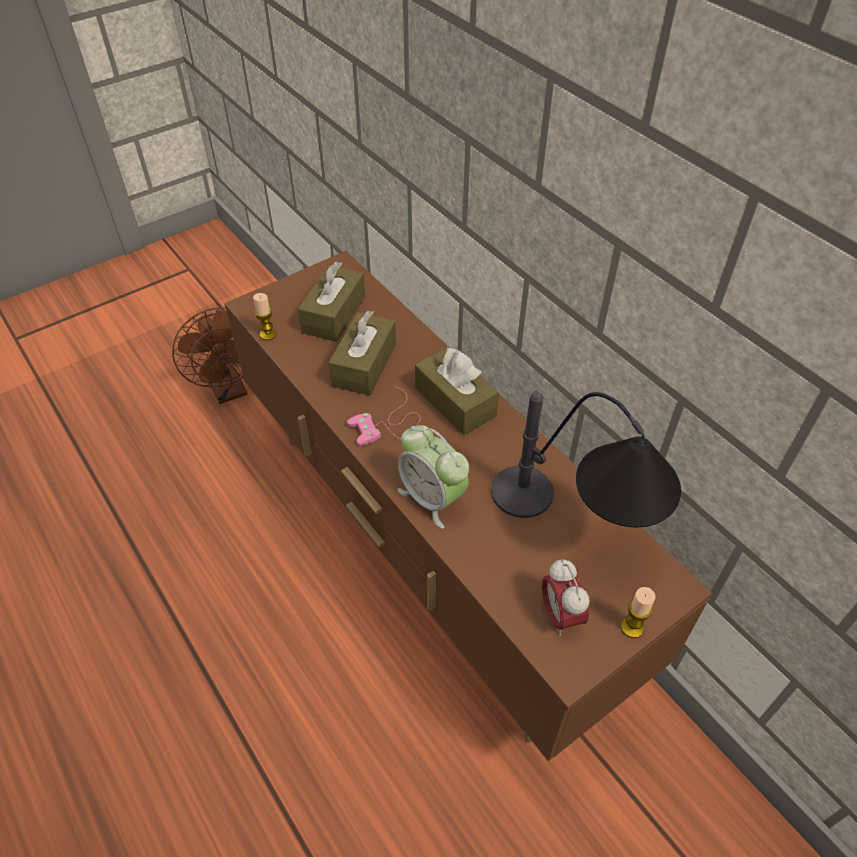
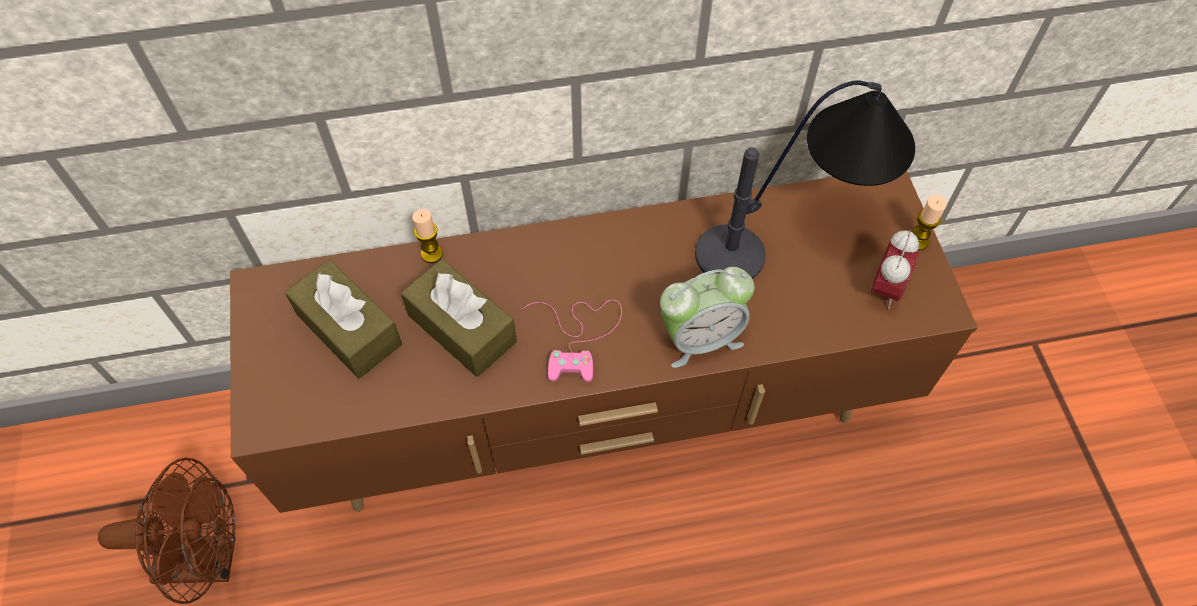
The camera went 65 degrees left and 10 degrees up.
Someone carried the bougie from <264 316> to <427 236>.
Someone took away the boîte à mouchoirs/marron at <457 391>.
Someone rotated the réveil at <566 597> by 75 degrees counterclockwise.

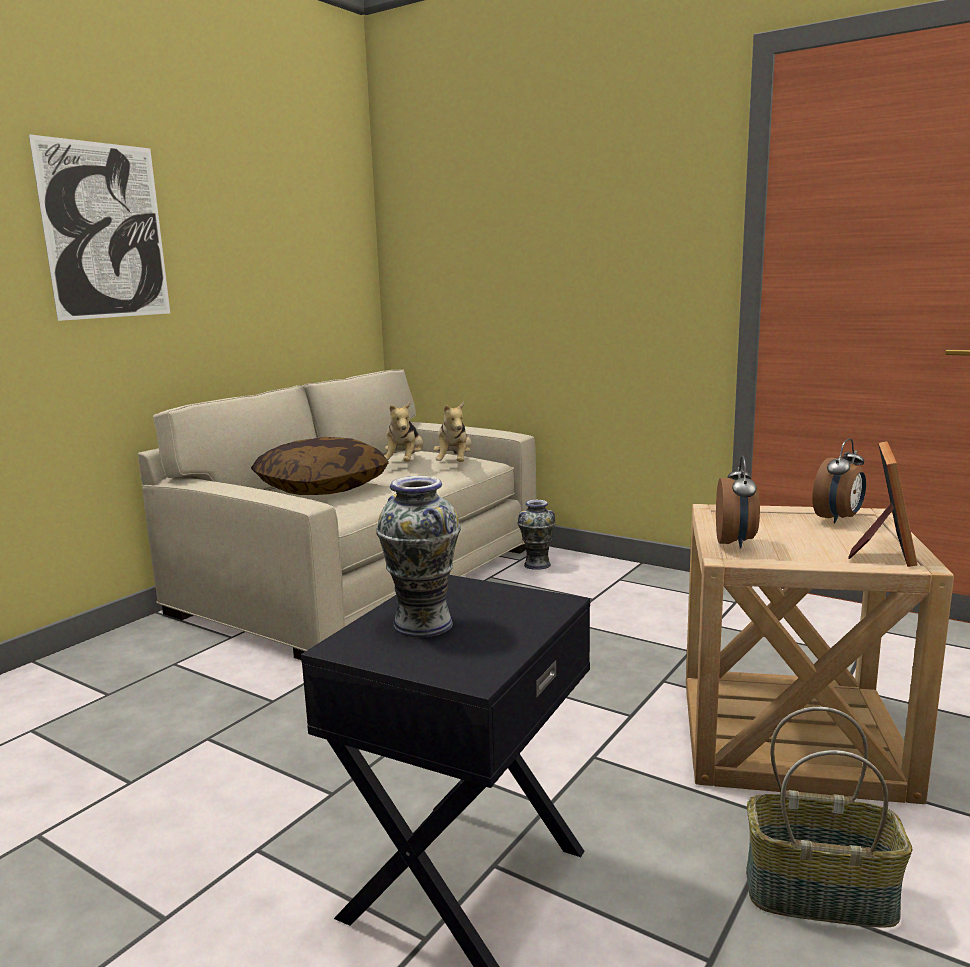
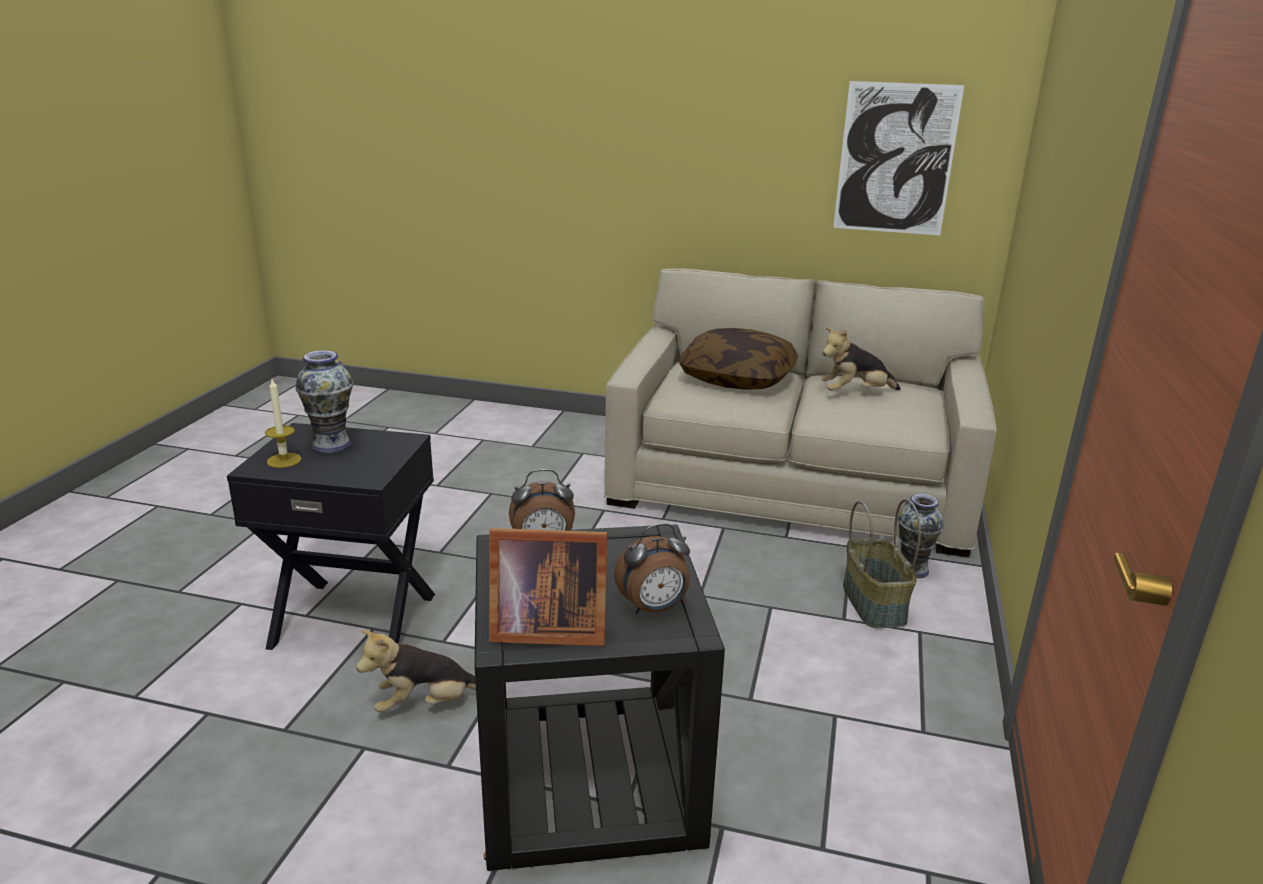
The camera went 70 degrees right and 10 degrees up.
Someone carried the tableau from <99 227> to <898 158>.
Someone carried the peluche from <452 431> to <416 671>.
Someone repainted the table d'appoint/beige at <820 654>, which became the table d'appoint/noir at <600 698>.
Someone carried the panier from <829 817> to <882 563>.
Someone rotated the réveil at <839 481> by 45 degrees counterclockwise.
Someone put down the bougie at <283 423>.

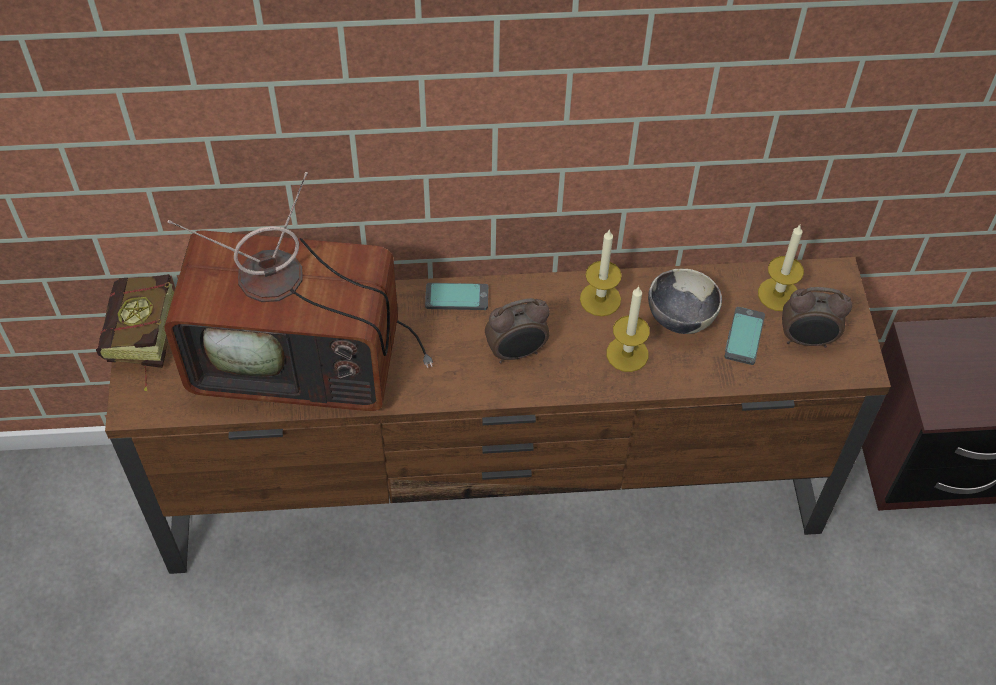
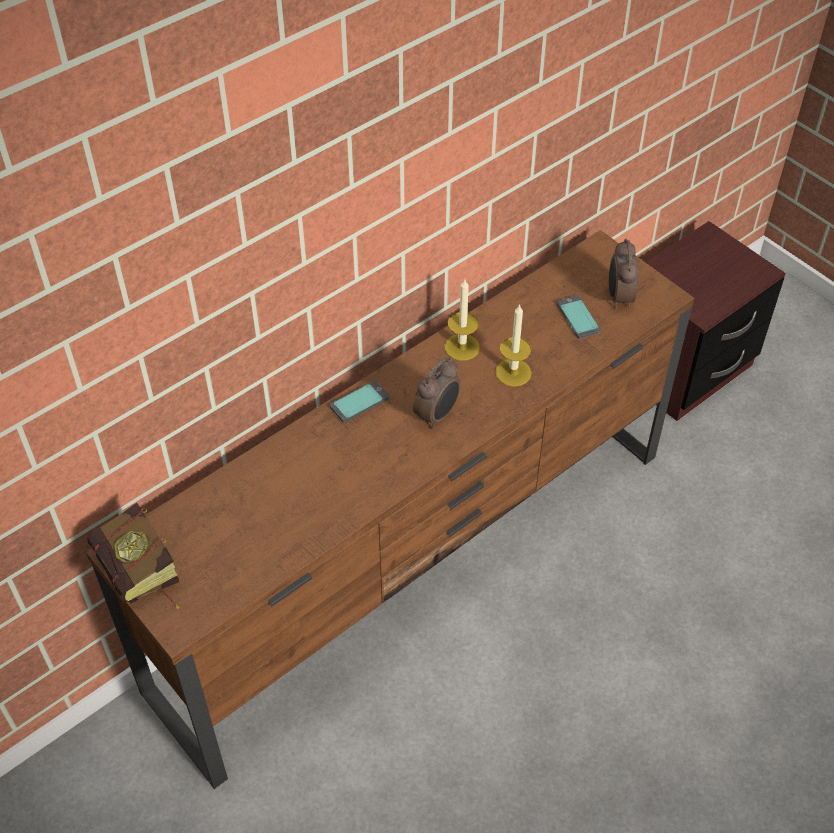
The camera went 35 degrees left and 5 degrees down.
Someone took away the téléviseur at <299 291>.
Someone took away the bol at <685 301>.
Someone took away the bougie at <781 268>.
Someone rotated the réveil at <817 317> by 120 degrees clockwise.

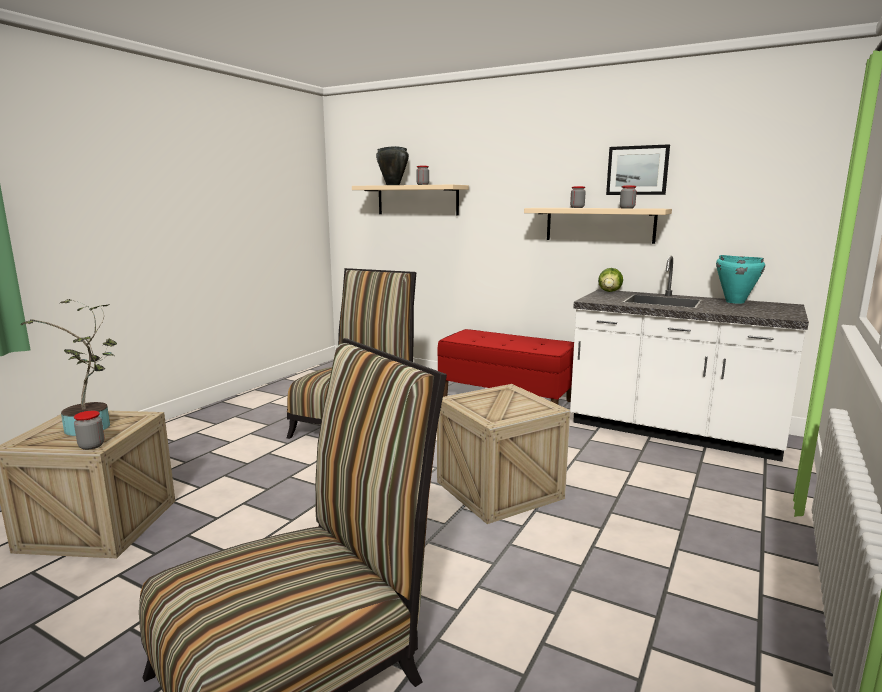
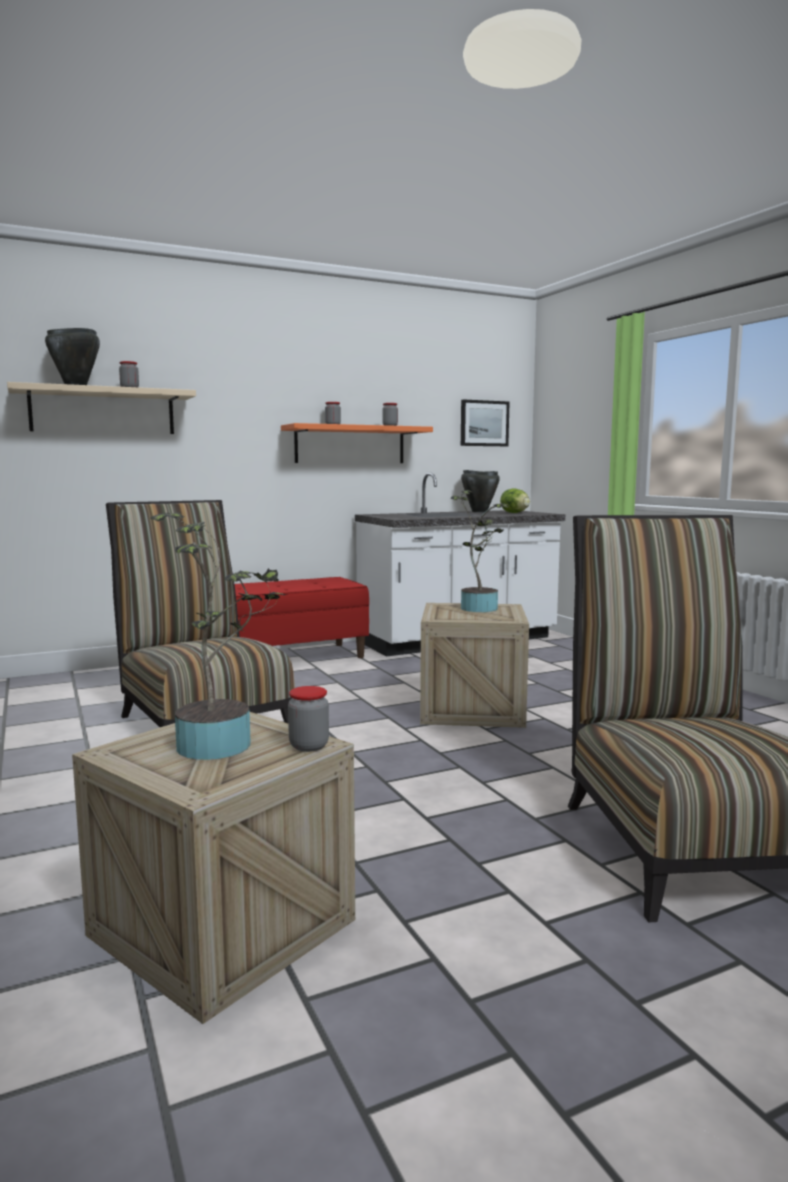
The camera went 55 degrees left and 5 degrees down.
Someone repainted the étagère/beige at <598 226>, which became the étagère/orange at <357 443>.
Someone carried the laitue from <610 280> to <515 500>.
Someone carried the tableau from <638 169> to <485 422>.
Someone repainted the marmite/turquoise at <740 279>, which became the marmite/noir at <480 491>.
Someone put down the plante en pot at <479 551>.

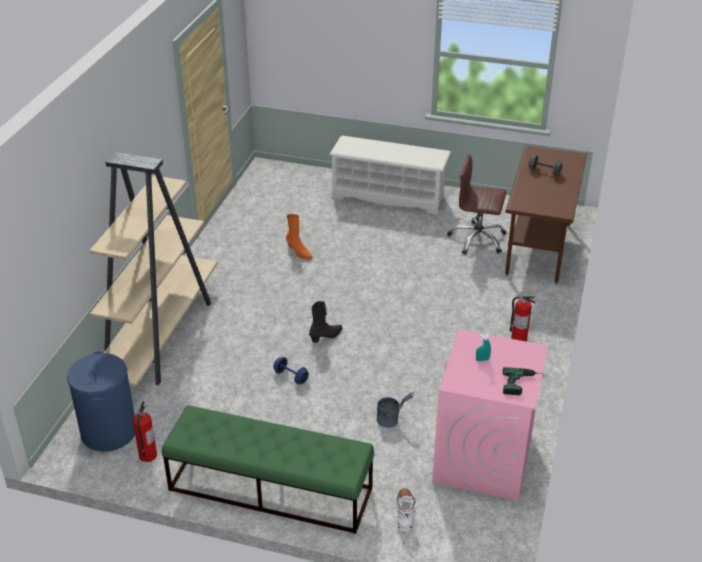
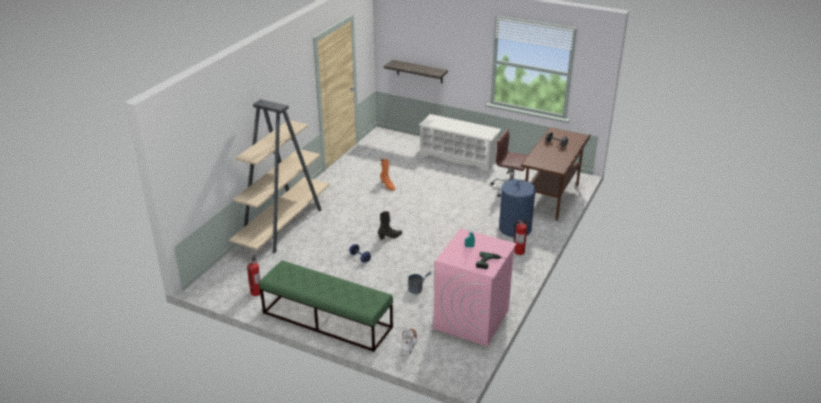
The camera went 10 degrees right and 5 degrees down.
Someone carried the panier à linge/bleu from <101 401> to <517 208>.
Someone put up the étagère at <416 72>.

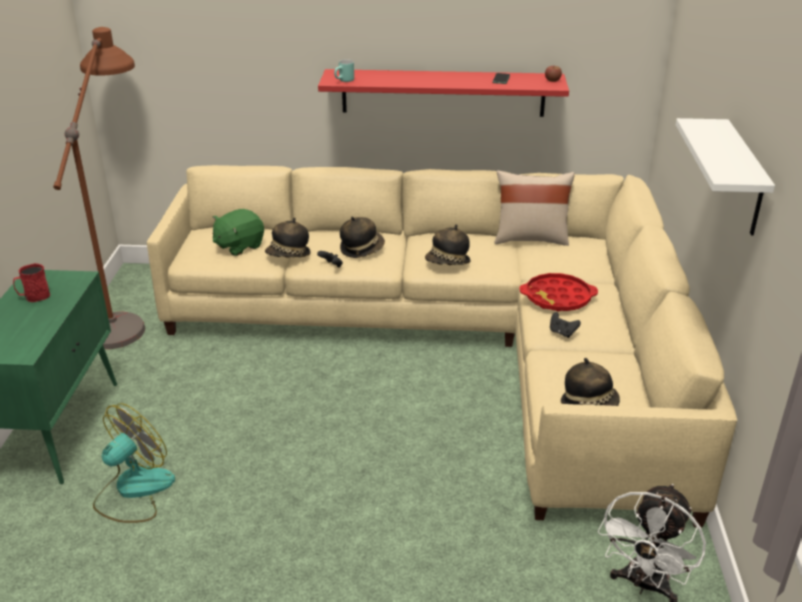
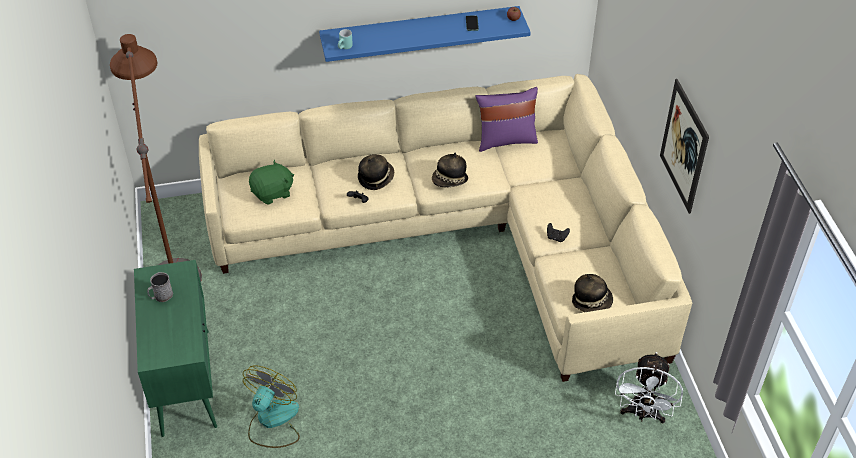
The camera went 15 degrees left and 15 degrees up.
Someone repainted the mug/rouge at <31 282>, which became the mug/gris at <160 287>.
Someone rotated the peluche/vert at <238 232> by 150 degrees counterclockwise.
Someone took away the chapeau at <288 237>.
Someone repainted the étagère/rouge at <443 93>, which became the étagère/bleu at <425 34>.
Someone repainted the coussin/beige at <534 208>, which became the coussin/violet at <506 119>.
Someone took away the plateau/rouge at <558 292>.
Someone swapped the étagère/blanc at <725 176> for the tableau at <684 146>.

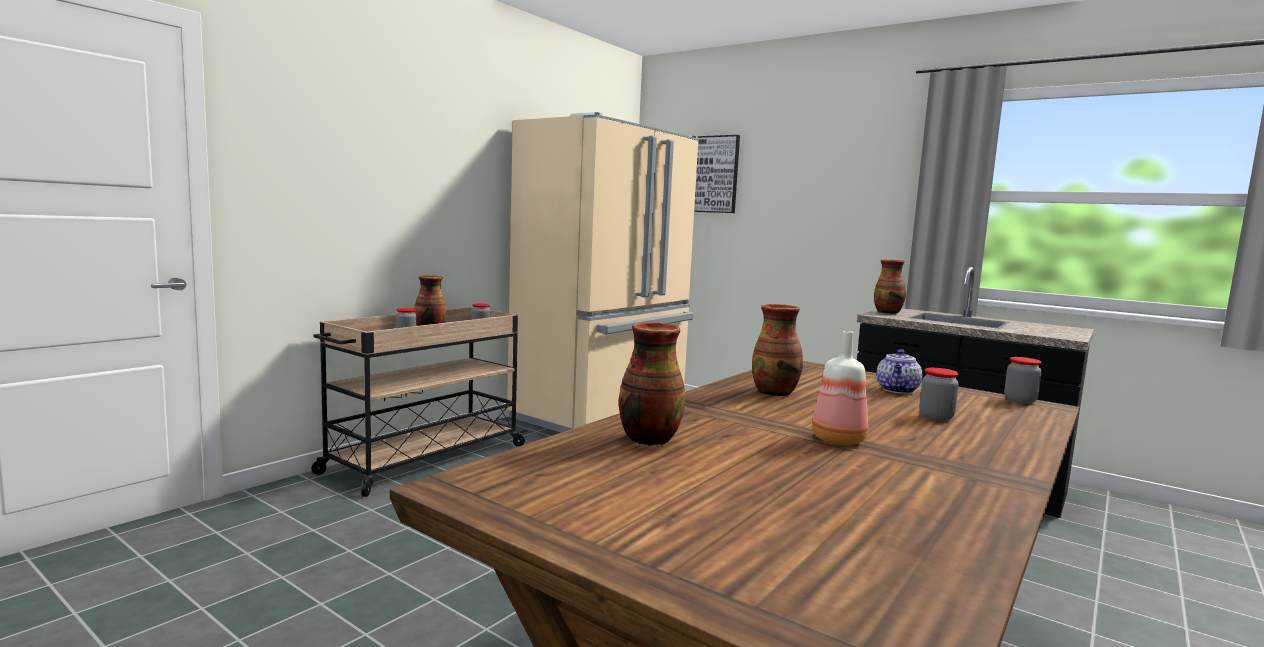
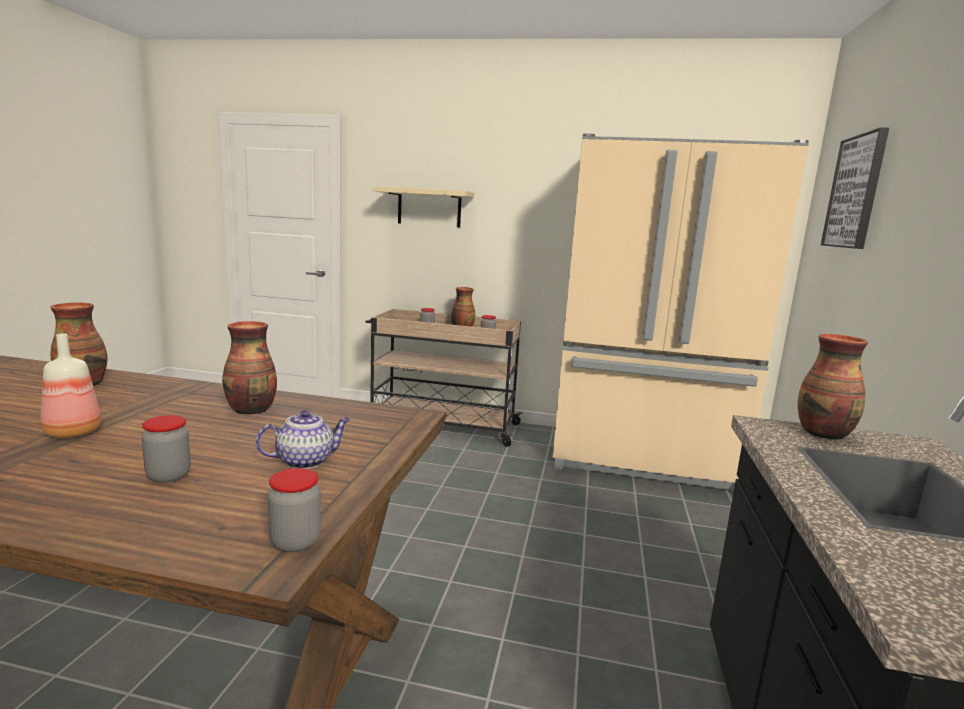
The camera went 65 degrees right and 5 degrees up.
Someone rotated the théière at <899 371> by 150 degrees clockwise.
Someone put up the étagère/beige at <423 206>.

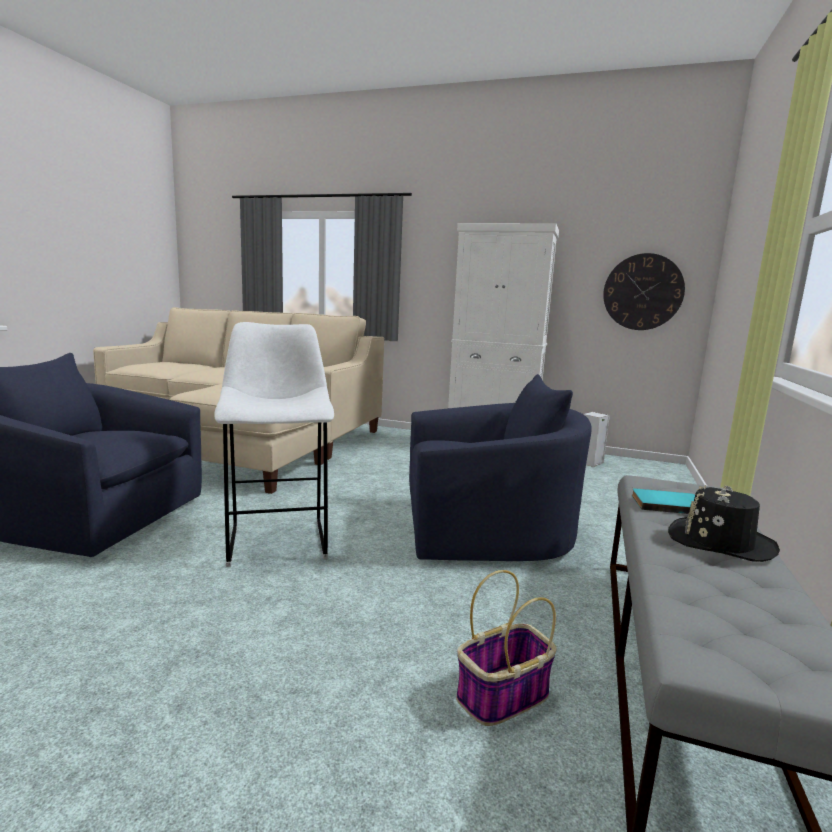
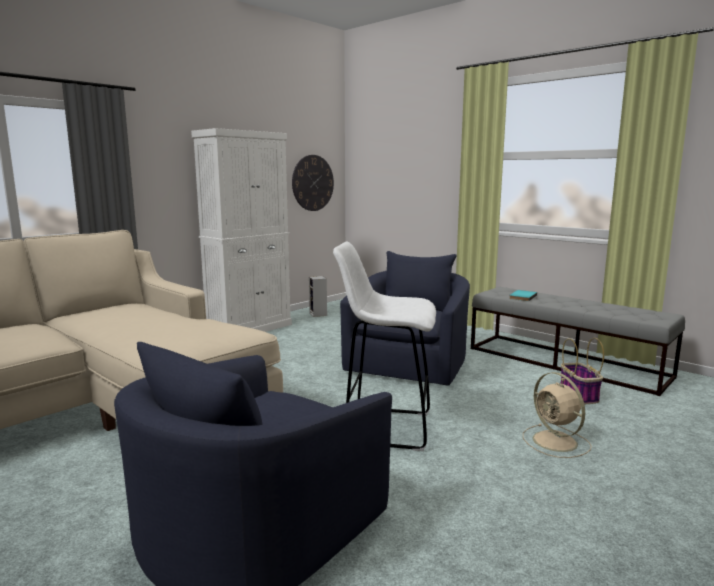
The camera went 65 degrees left and 0 degrees up.
Someone took away the chapeau/noir at <724 523>.
Someone put down the ventilateur/beige at <557 415>.

